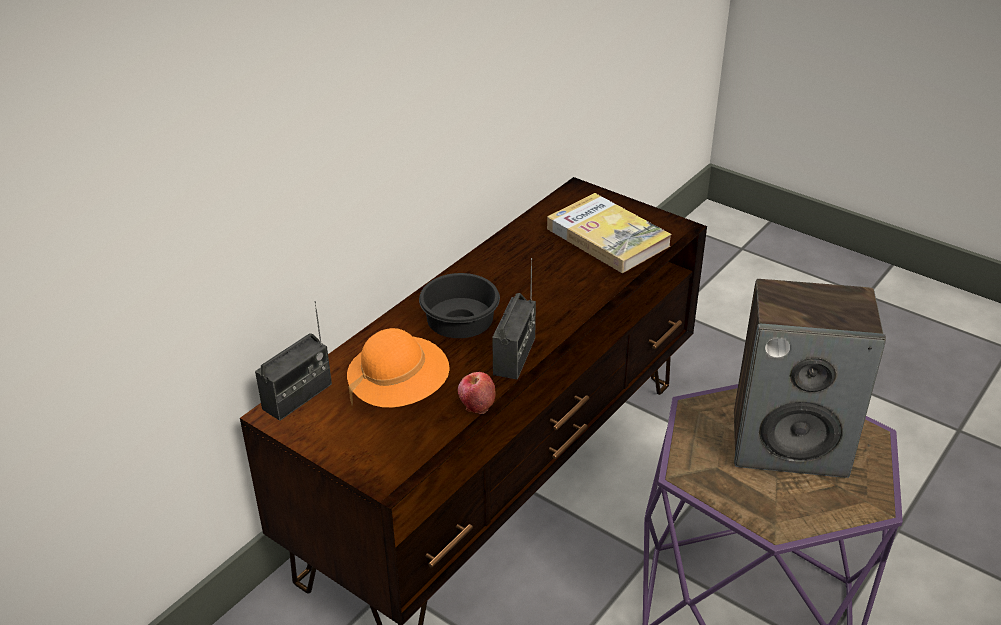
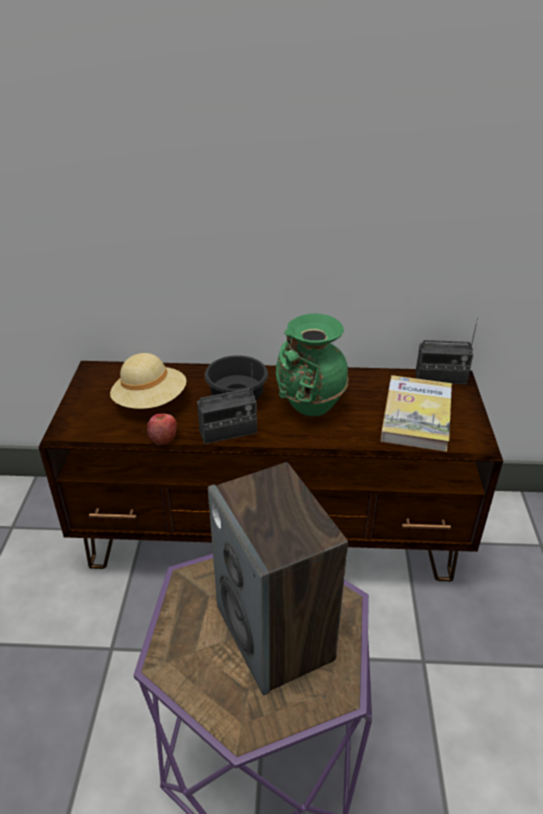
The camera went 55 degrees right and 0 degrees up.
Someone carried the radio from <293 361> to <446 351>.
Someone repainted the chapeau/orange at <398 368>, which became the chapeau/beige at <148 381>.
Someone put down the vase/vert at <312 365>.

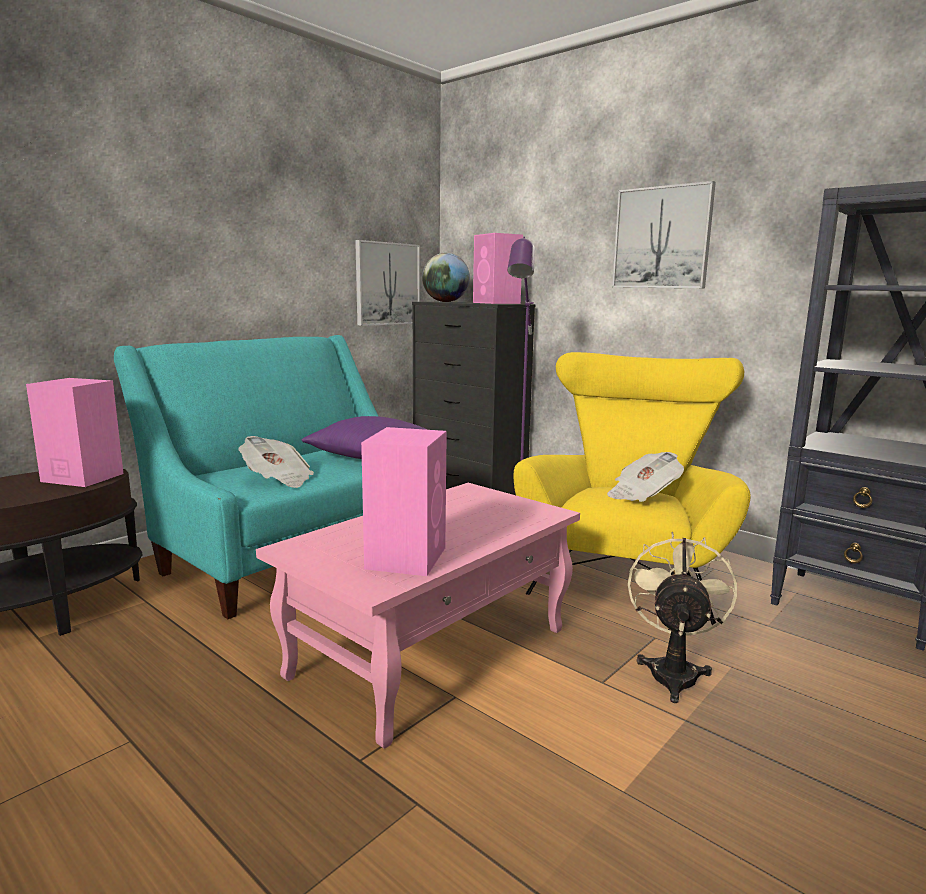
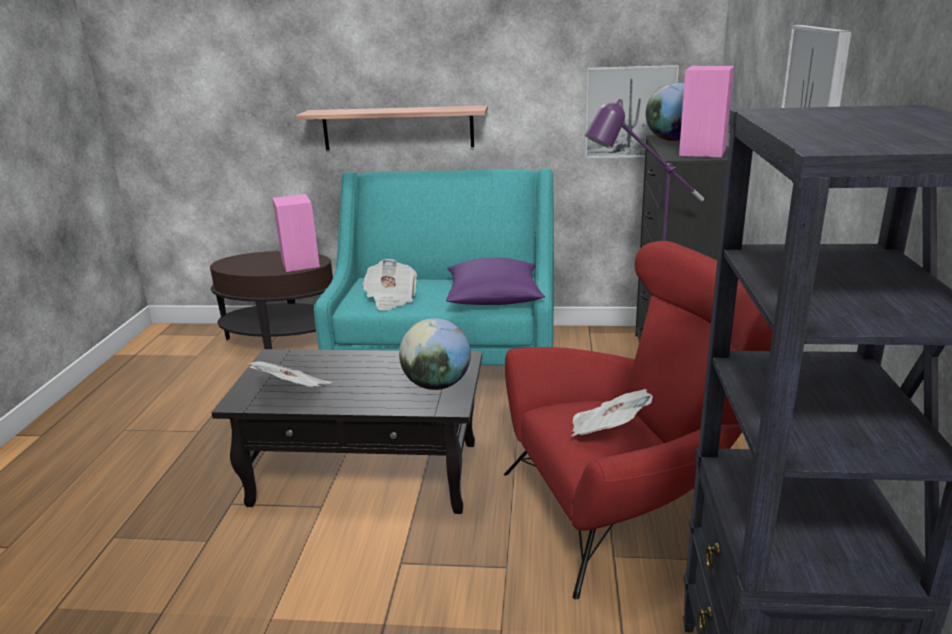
The camera went 55 degrees right and 10 degrees up.
Someone repainted the table basse/rose at <418 616>, which became the table basse/noir at <346 431>.
Someone swapped the enceinte/rose at <404 501> for the journal at <291 374>.
Someone repainted the fauteuil/jaune at <632 489>, which became the fauteuil/rouge at <638 420>.
Someone took away the ventilateur/beige at <682 617>.
Someone put up the étagère at <392 128>.
Someone put down the globe at <435 354>.

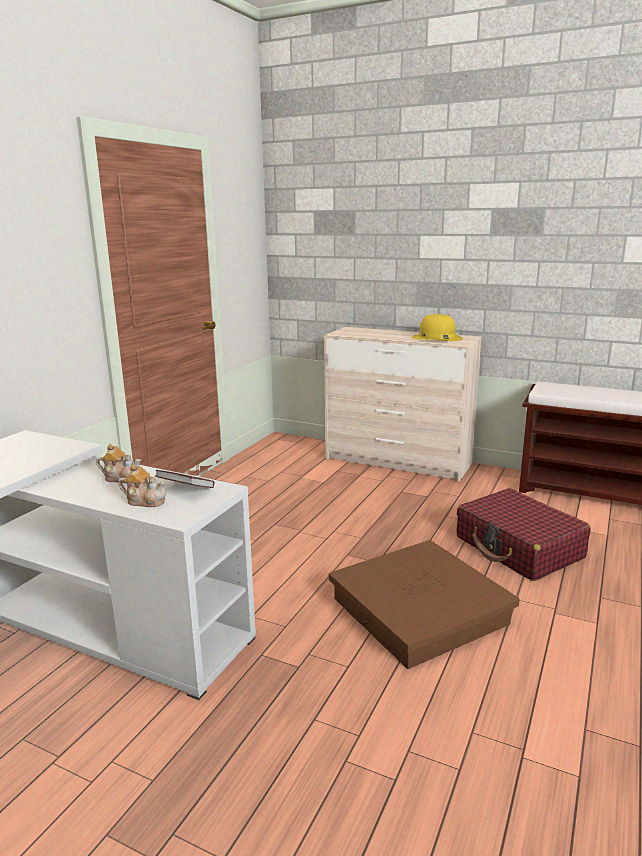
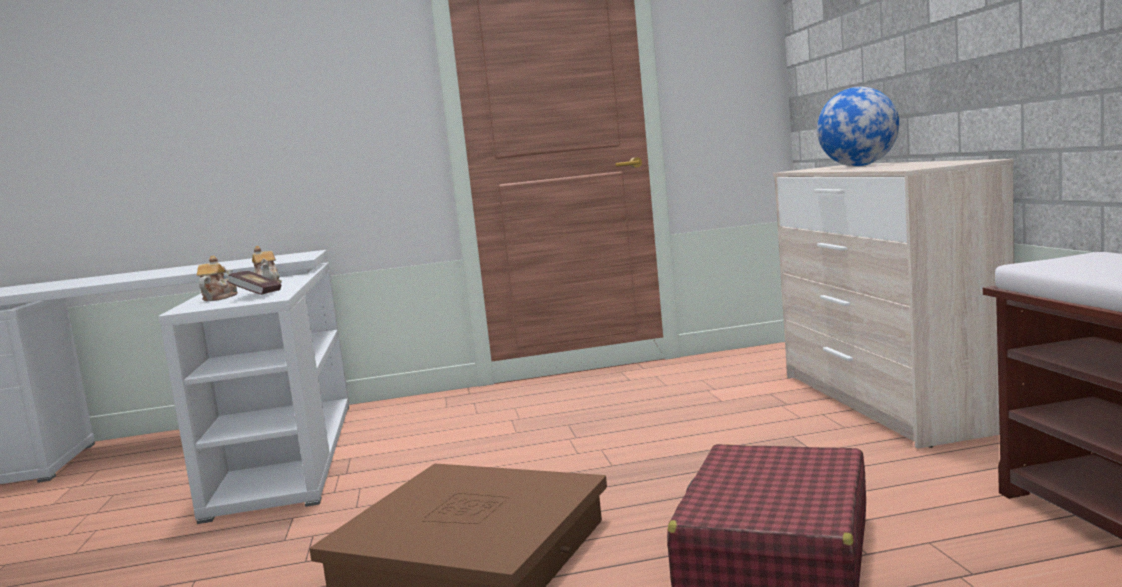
The camera went 55 degrees right and 10 degrees down.
Someone rotated the théière at <142 485> by 150 degrees counterclockwise.
Someone took away the chapeau/jaune at <437 327>.
Someone put down the globe at <858 126>.

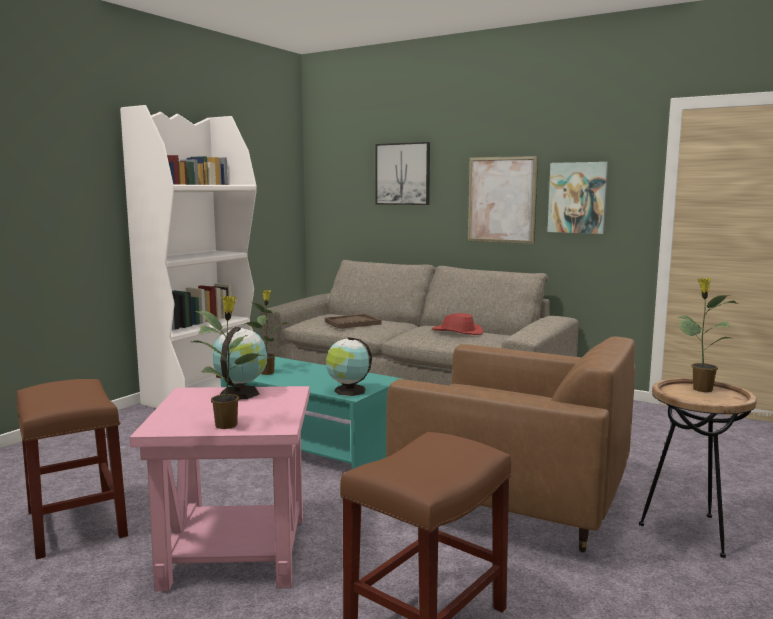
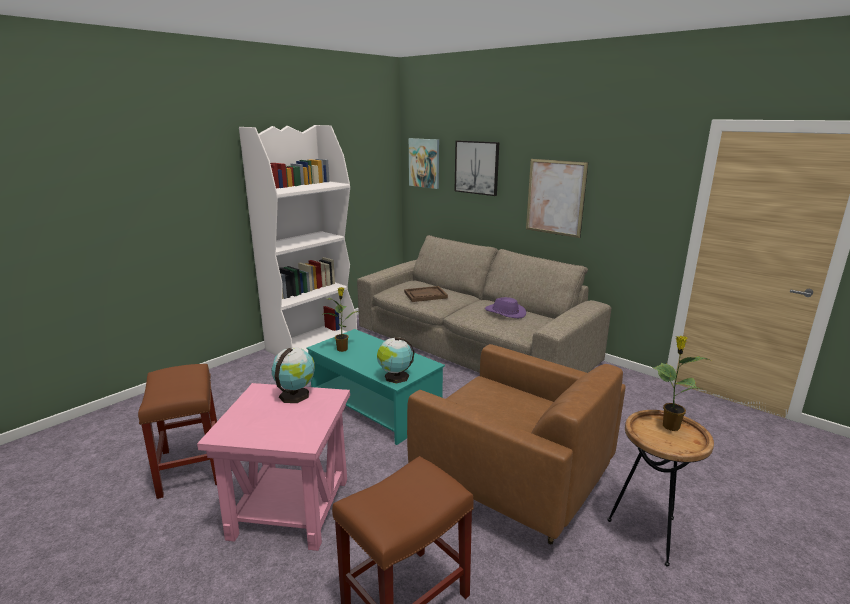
The camera went 10 degrees right and 10 degrees up.
Someone took away the plante en pot at <228 362>.
Someone repainted the chapeau/rouge at <457 324>, which became the chapeau/violet at <505 307>.
Someone carried the tableau from <577 198> to <424 163>.

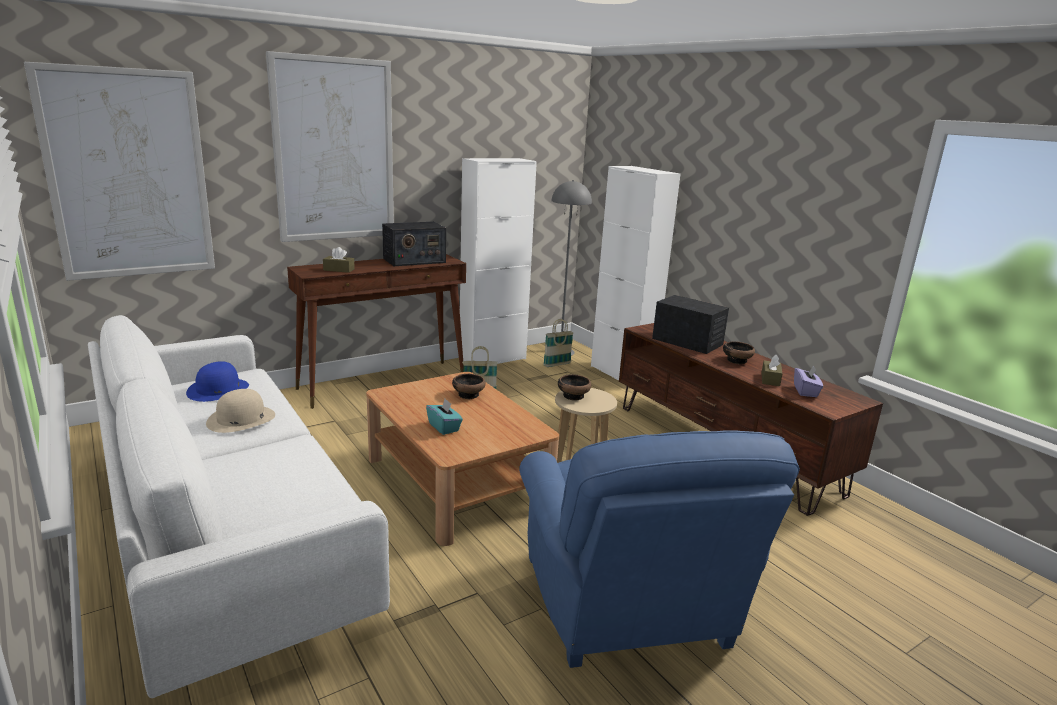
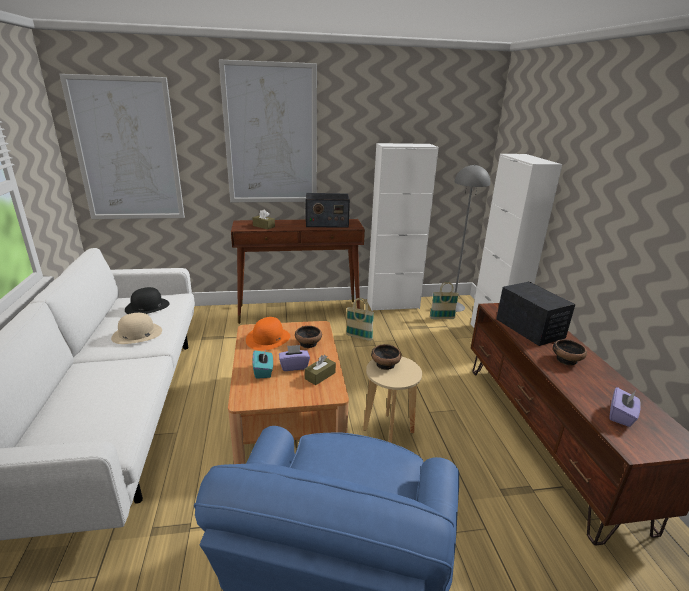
The camera went 25 degrees right and 5 degrees up.
Someone repainted the chapeau/bleu at <217 381>, which became the chapeau/noir at <147 300>.
Someone carried the boîte à mouchoirs/marron from <772 370> to <320 370>.
Someone put down the chapeau/orange at <268 334>.
Someone put down the boîte à mouchoirs/violet at <294 358>.

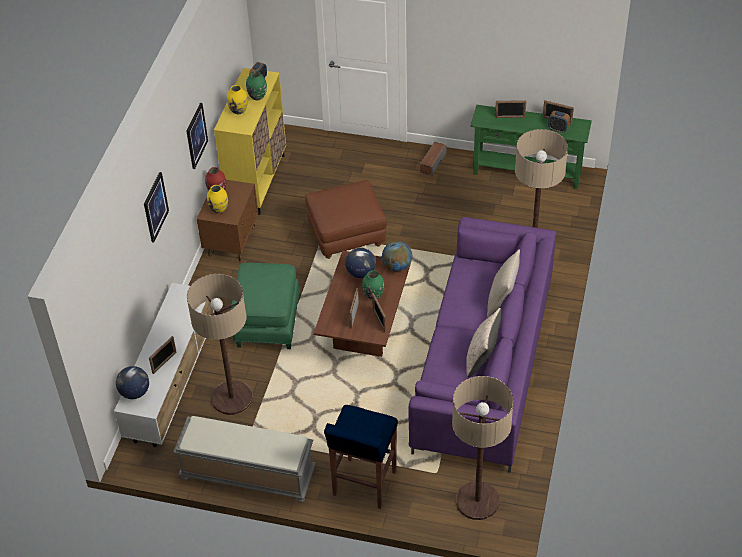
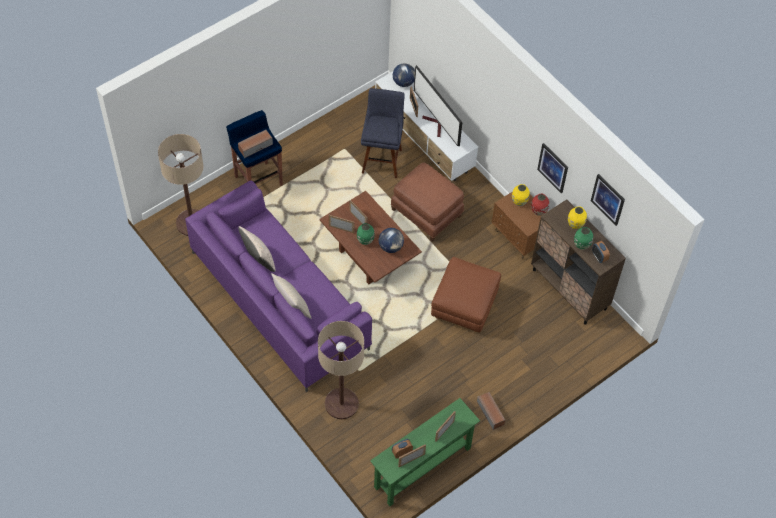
The camera went 125 degrees right and 10 degrees up.
Someone carried the tableau from <156 207> to <608 200>.
Someone took away the banc/gris at <244 459>.
Someone swapped the lampadaire at <219 344> for the tabouret/bleu at <382 133>.
Someone repainted the meuble de rangement/jaune at <250 141>, which became the meuble de rangement/marron at <578 262>.
Someone repainted the pouf/vert at <265 306>, which became the pouf/marron at <427 202>.
Someone took away the globe at <397 256>.
Someone put down the enceinte at <255 144>.
Someone put down the téléviseur at <438 105>.

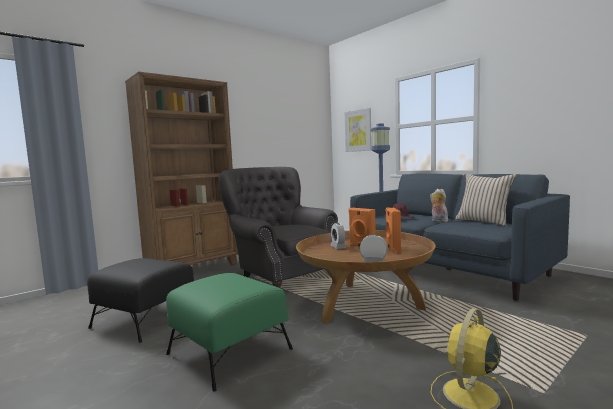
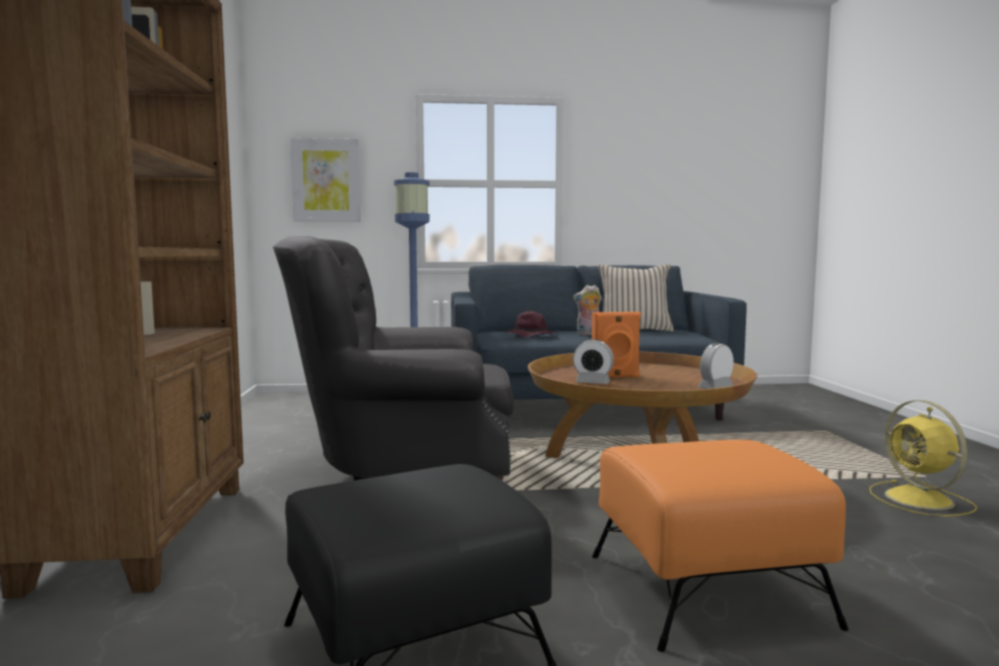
The camera went 55 degrees left and 0 degrees up.
Someone repainted the pouf/vert at <229 332>, which became the pouf/orange at <720 546>.
Someone took away the enceinte/orange at <393 230>.

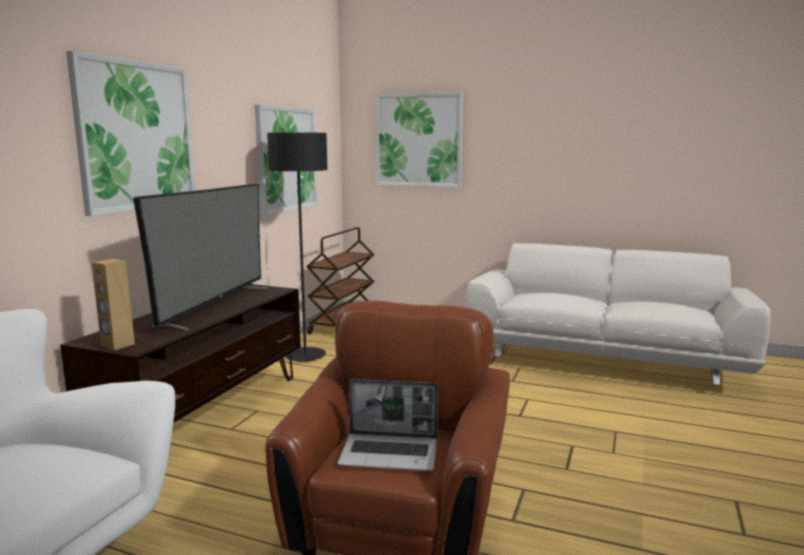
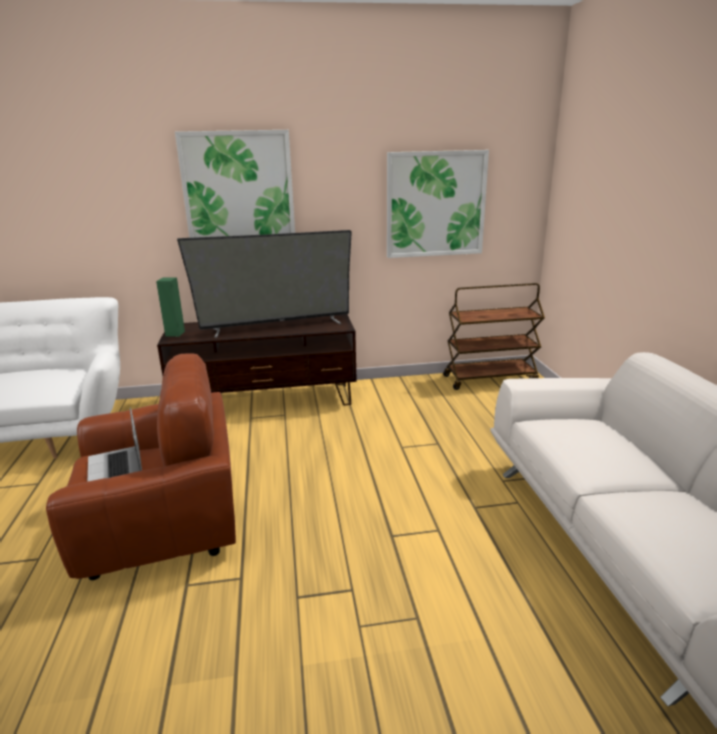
The camera went 60 degrees right and 10 degrees up.
Someone repainted the enceinte/marron at <113 304>, which became the enceinte/vert at <170 307>.
Someone took away the lampadaire/noir at <297 247>.
Someone took away the tableau at <419 139>.

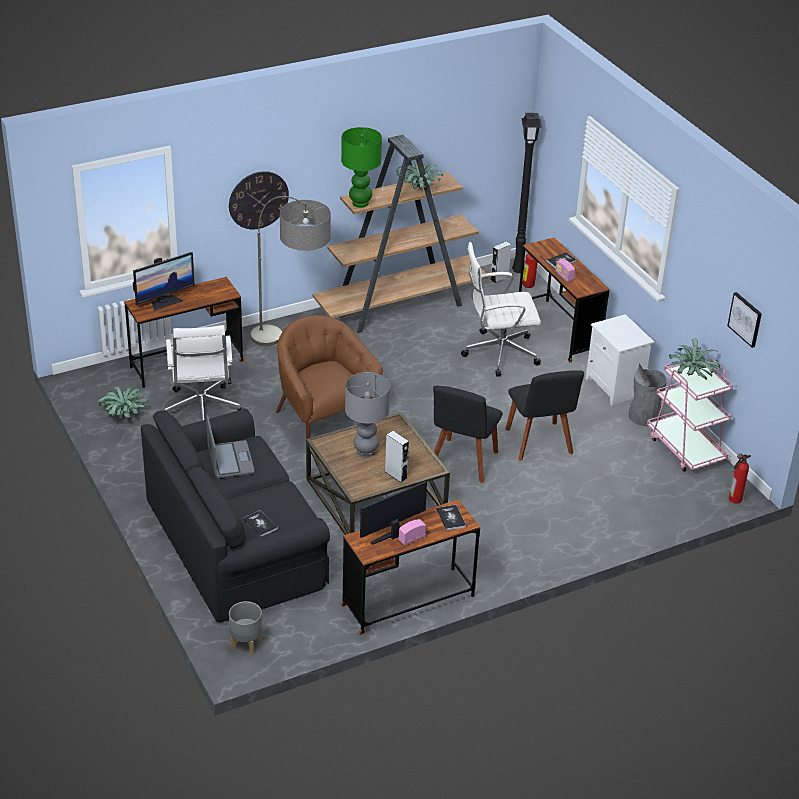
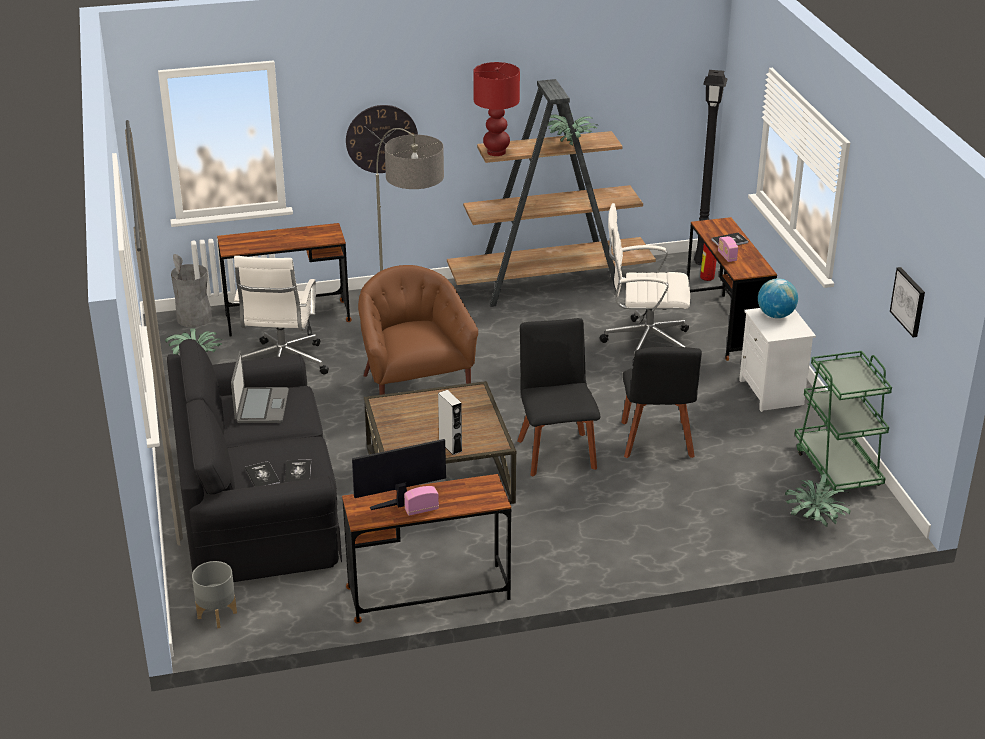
The camera went 15 degrees right and 5 degrees down.
Someone took away the écran d'ordinateur at <164 281>.
Someone repainted the lampe de table/vert at <361 167>, which became the lampe de table/rouge at <496 109>.
Someone took away the lampe de table/gris at <367 415>.
Someone rotated the chaise/noir at <468 434> by 135 degrees clockwise.
Someone carried the livre from <451 518> to <298 470>.
Someone took away the enceinte/gris at <500 262>.
Someone carried the poubelle/gris from <648 395> to <191 290>.
Someone repainted the chariot/rose at <690 415>, which became the chariot/vert at <843 421>.
Someone carried the plante en pot from <694 359> to <817 500>.
Someone took away the extincteur at <740 478>.
Someone put down the globe at <778 298>.

